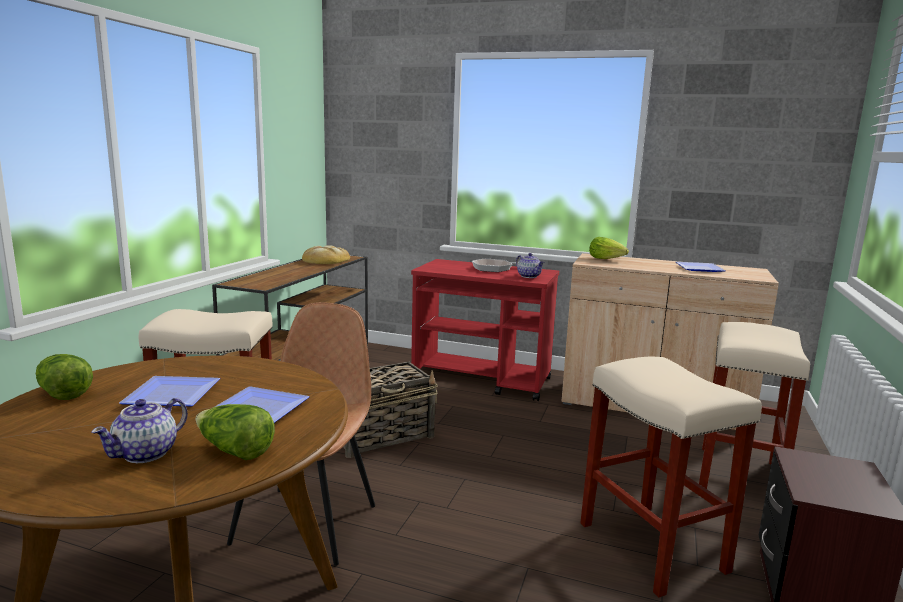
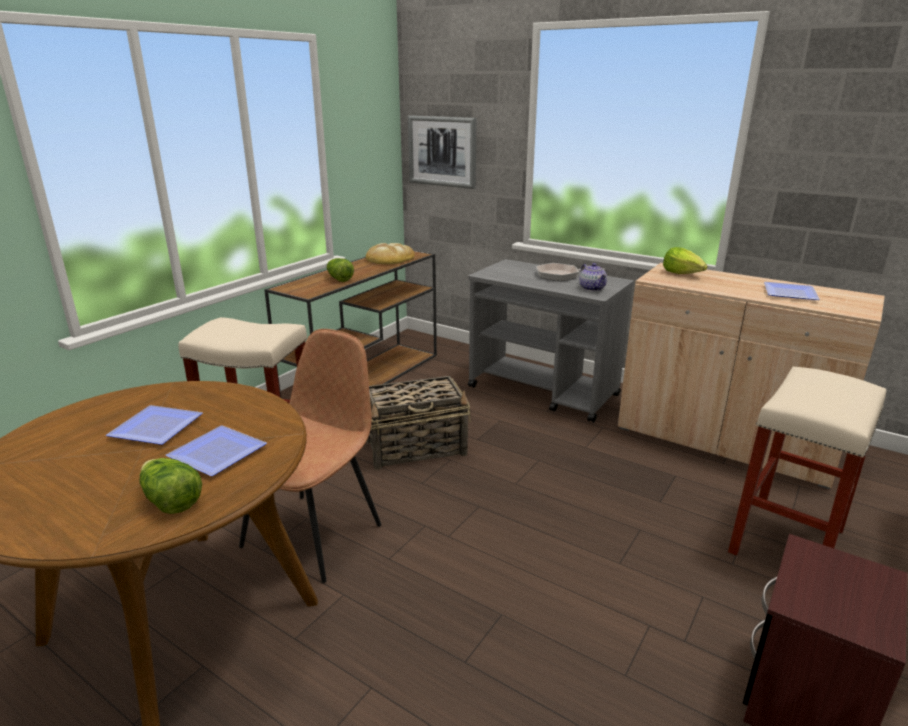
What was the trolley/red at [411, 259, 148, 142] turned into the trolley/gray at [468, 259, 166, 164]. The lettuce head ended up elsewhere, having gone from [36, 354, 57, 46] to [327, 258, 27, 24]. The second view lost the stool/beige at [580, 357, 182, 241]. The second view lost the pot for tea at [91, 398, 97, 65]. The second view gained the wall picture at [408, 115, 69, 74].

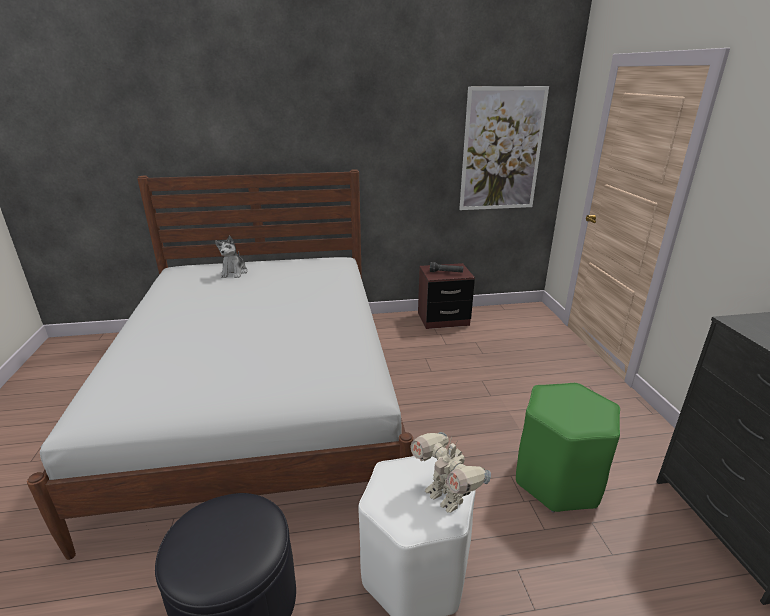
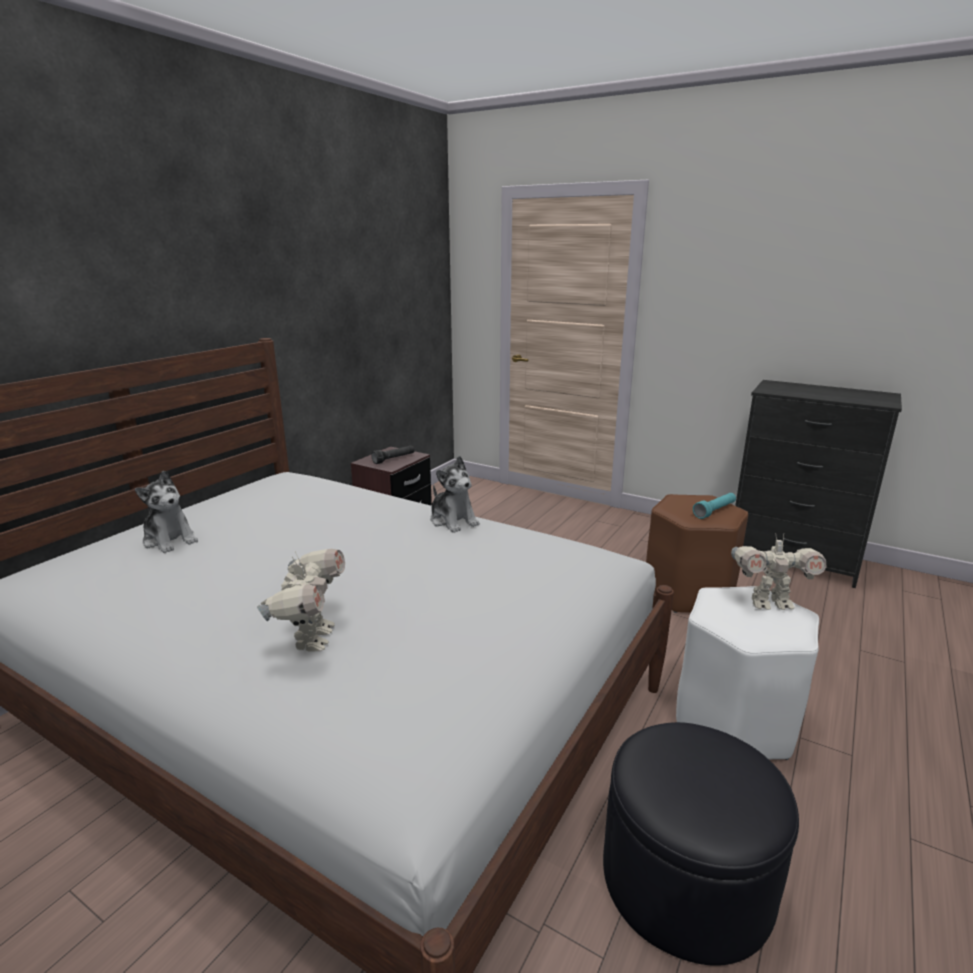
The second view lost the wall picture at [459, 86, 90, 124]. What was the stool/green-coloured at [516, 383, 104, 129] turned into the stool/brown at [646, 494, 102, 119]. The second view gained the soft toy at [431, 456, 49, 77]. The second view gained the hand torch/blue-green at [693, 493, 43, 26]. The second view gained the robot figure at [257, 549, 88, 103].

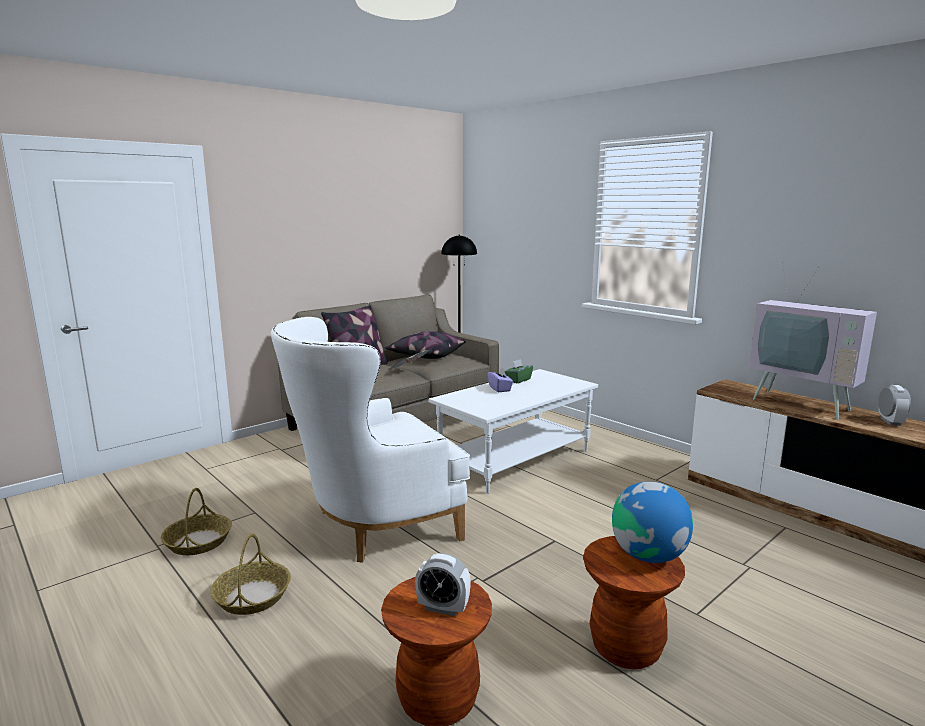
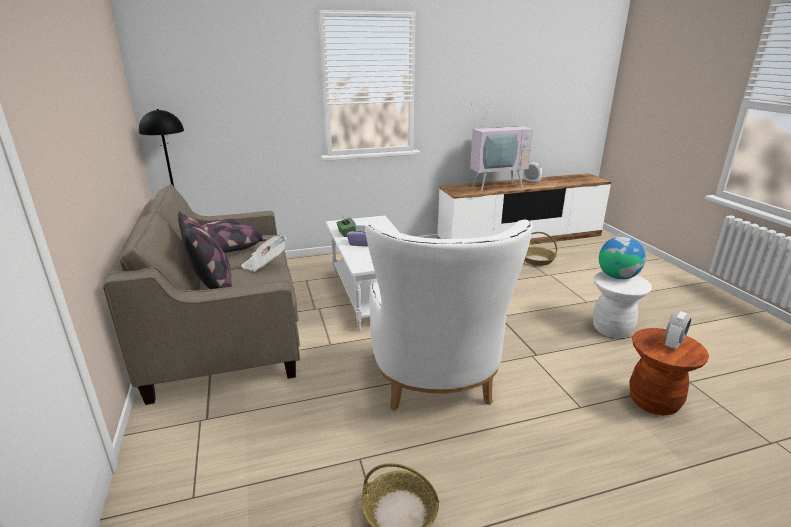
The basket ended up elsewhere, having gone from [210, 533, 81, 82] to [524, 232, 33, 34]. What was the stool/brown at [583, 536, 102, 133] turned into the stool/whitish at [593, 271, 59, 67].

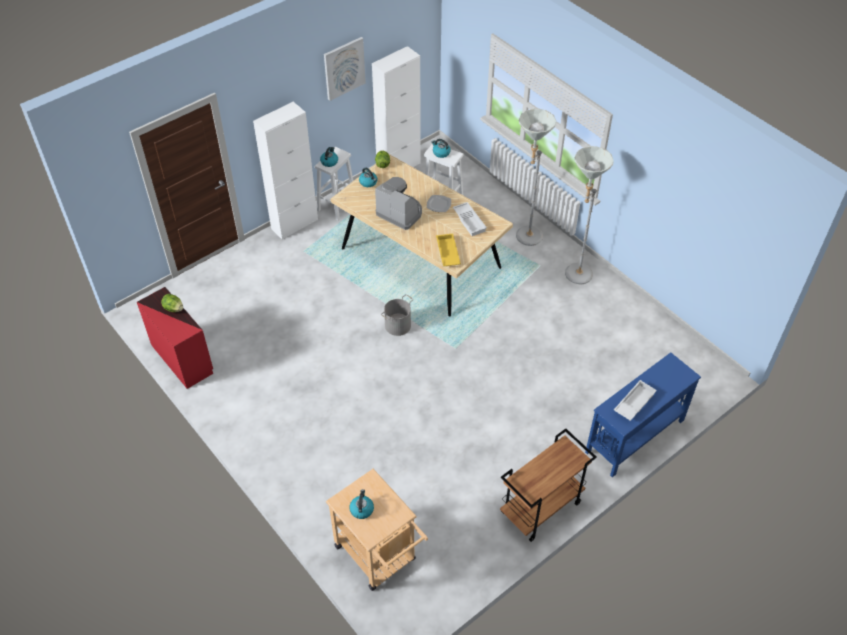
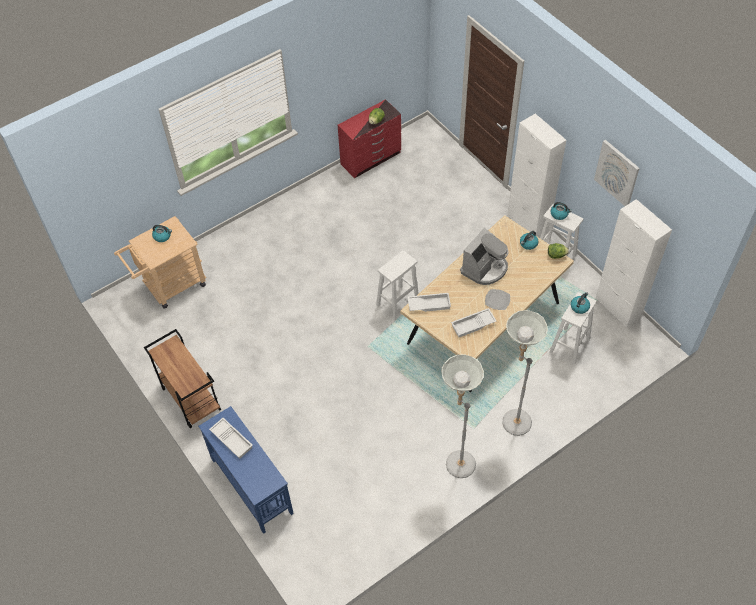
What was the carrying tray/yellow-coloured at [436, 233, 25, 33] turned into the carrying tray/whitish at [408, 293, 43, 19]. Where the water bucket/gray stood at [381, 294, 32, 42], the stool/whitish came to stand at [376, 250, 43, 71].

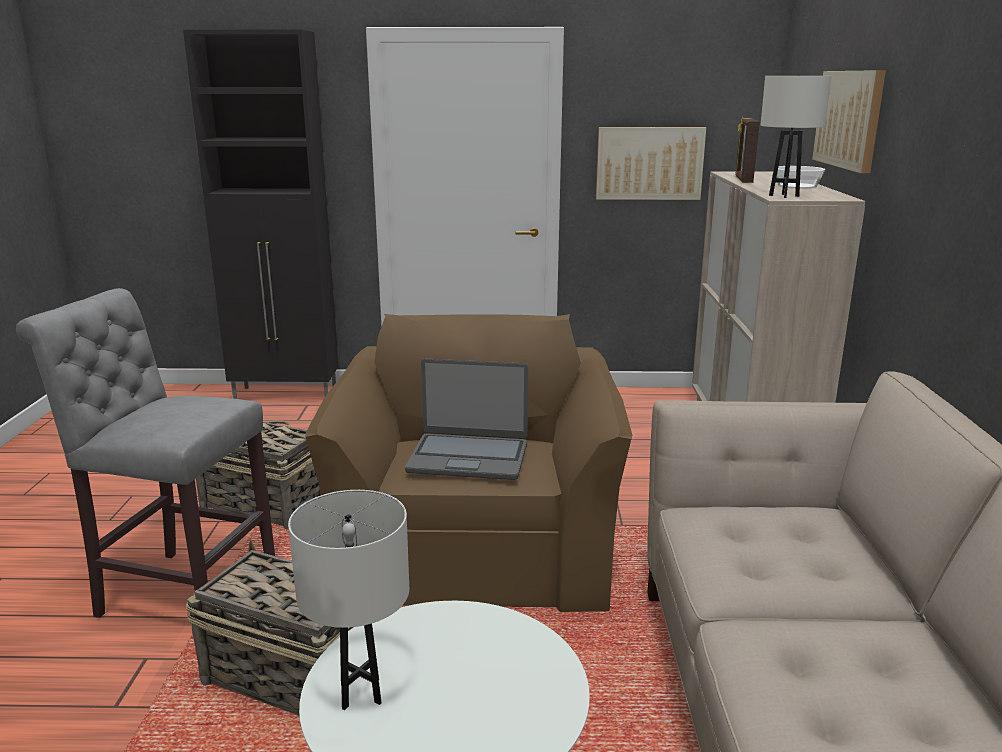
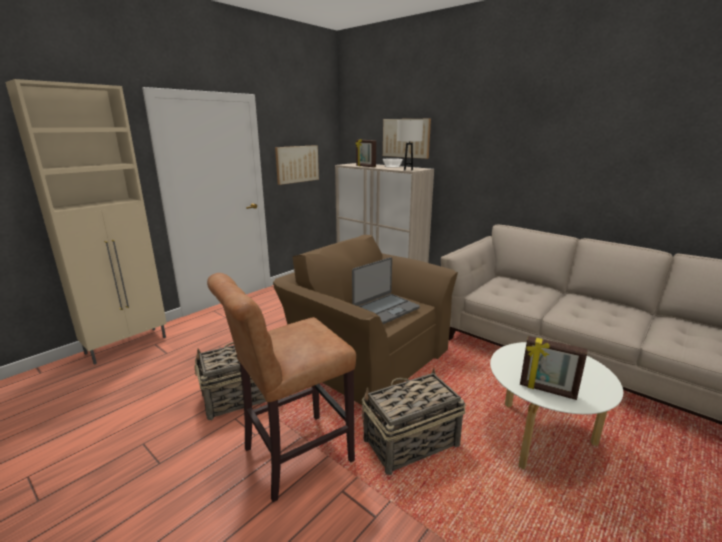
What was the cabinet/blackish at [183, 30, 155, 369] turned into the cabinet/beige at [5, 79, 162, 286]. What was the stool/gray at [16, 288, 259, 330] turned into the stool/brown at [207, 273, 149, 229]. Where the lamp for a table/whitish stood at [288, 490, 121, 220], the photo frame came to stand at [520, 336, 67, 64].

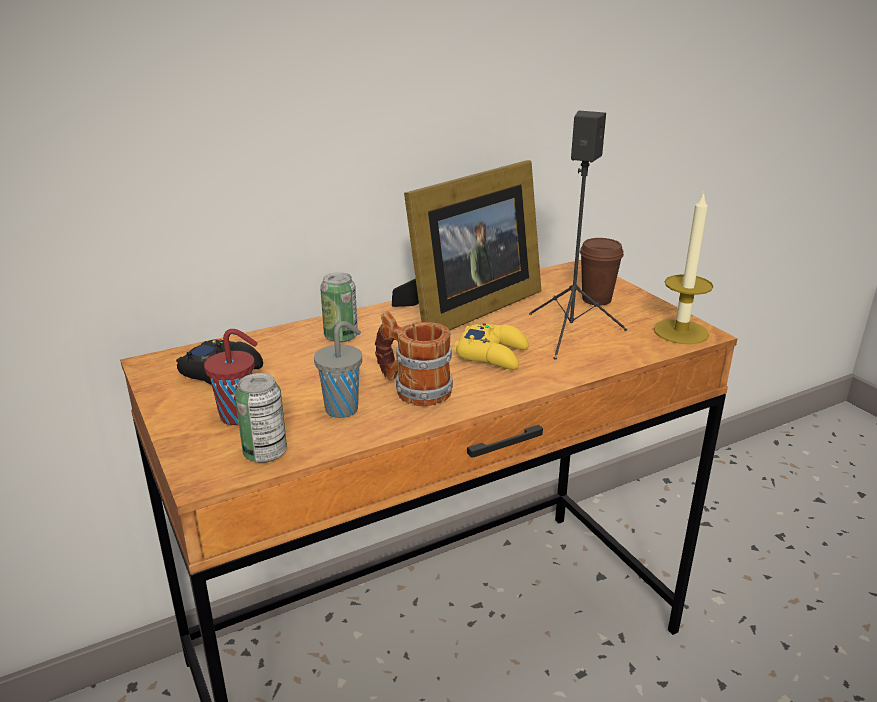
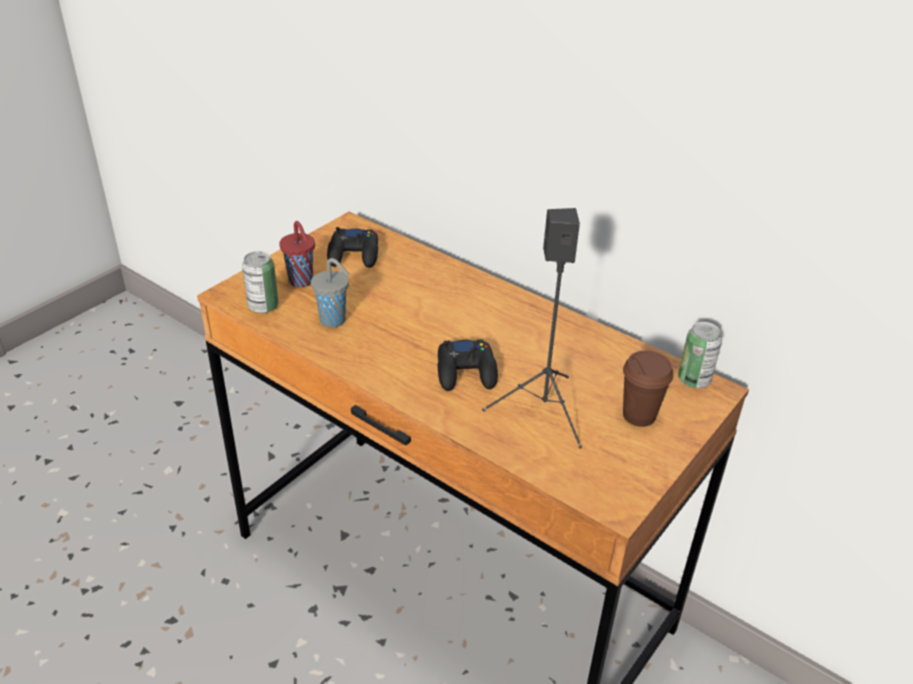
The second view lost the photo frame at [392, 160, 149, 170]. The second view lost the candle at [654, 191, 59, 153]. The sealed can ended up elsewhere, having gone from [320, 272, 38, 71] to [678, 322, 44, 66]. The second view lost the tea mug at [375, 311, 78, 96]. What was the gamepad/yellow-coloured at [454, 323, 75, 47] turned into the gamepad/blackish at [438, 339, 60, 52].

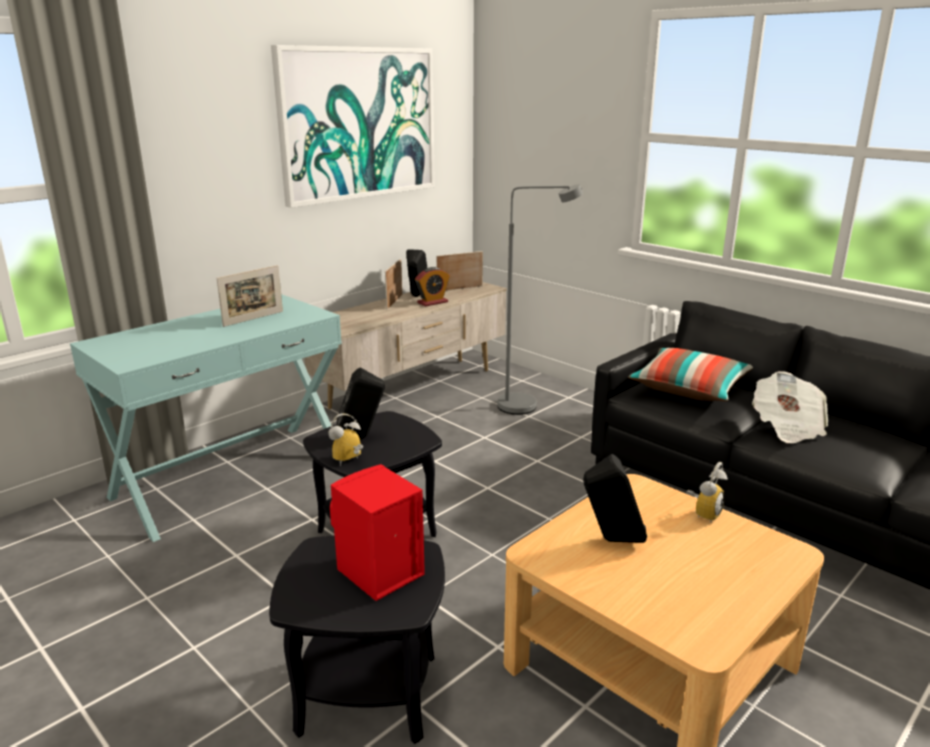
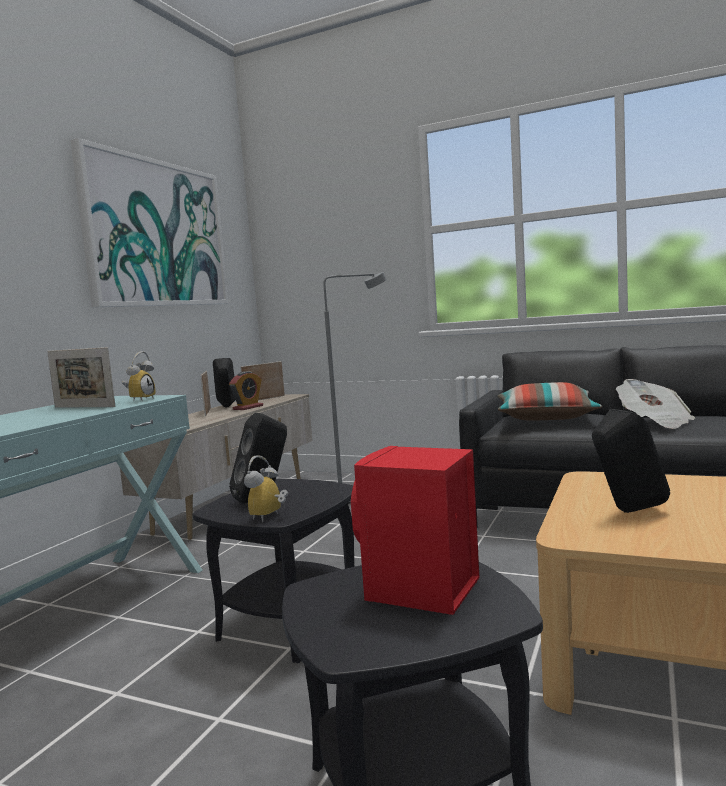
The photo frame at [217, 265, 66, 62] ended up facing another way, 90 degrees clockwise from before. The alarm clock ended up elsewhere, having gone from [687, 462, 41, 60] to [122, 351, 33, 51].

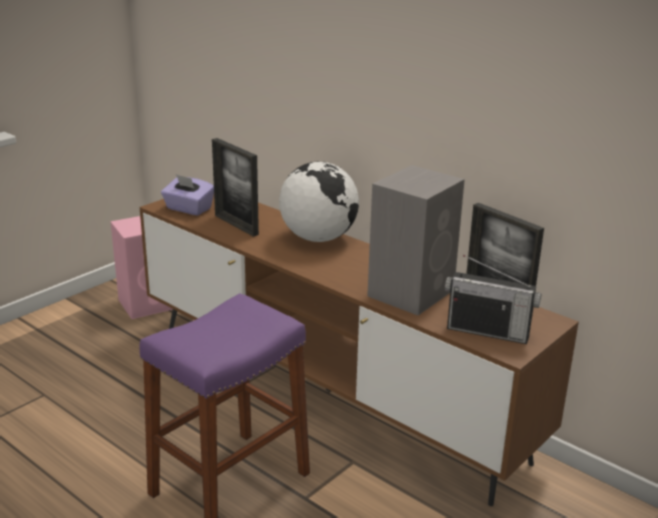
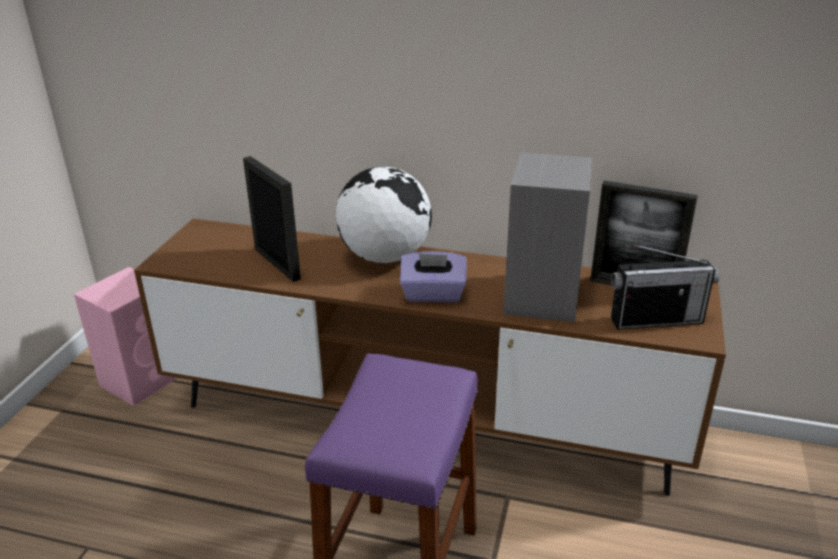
The photo frame at [212, 138, 47, 99] ended up facing another way, 150 degrees counterclockwise from before. The box of tissues/purple-coloured ended up elsewhere, having gone from [161, 174, 53, 42] to [400, 251, 66, 51].

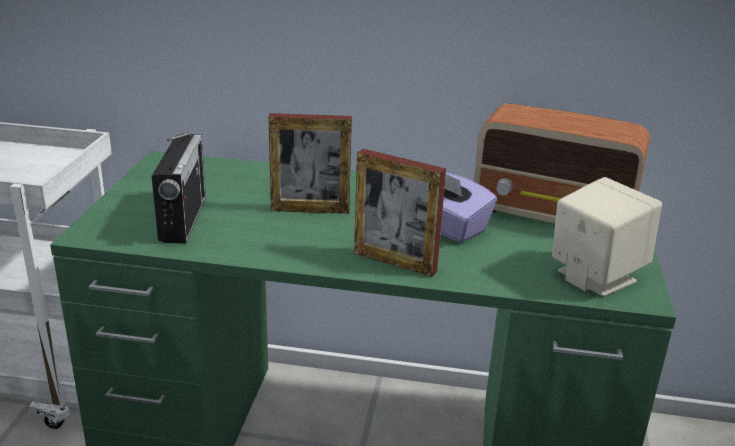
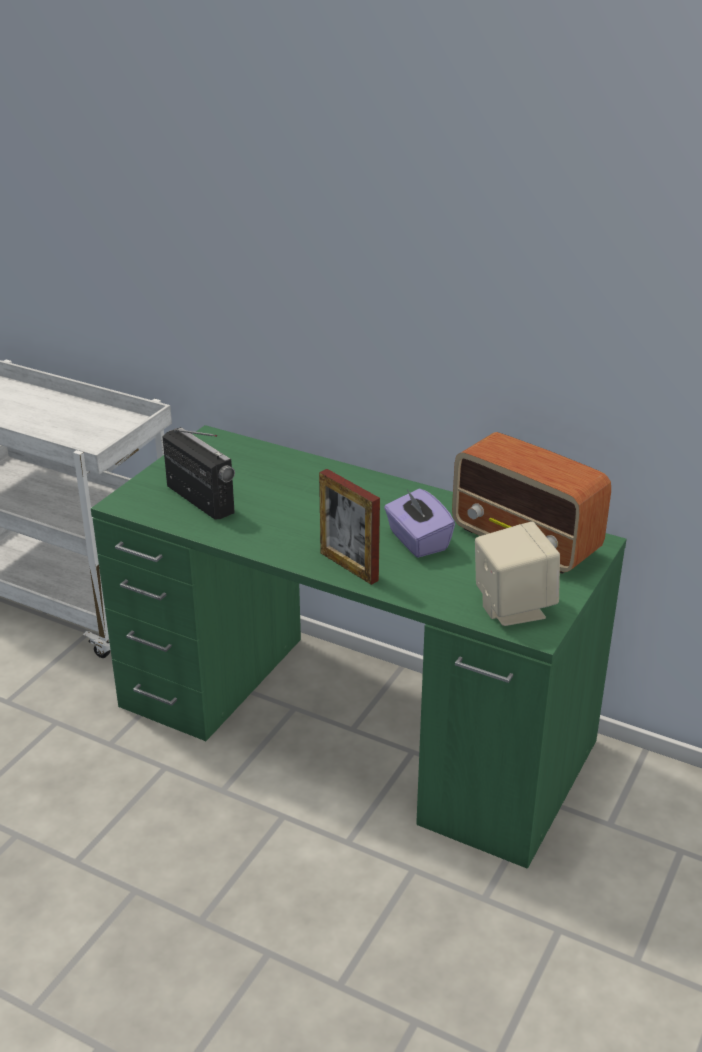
The second view lost the photo frame at [269, 113, 83, 101]. The radio receiver at [152, 132, 54, 112] ended up facing another way, 60 degrees counterclockwise from before.

